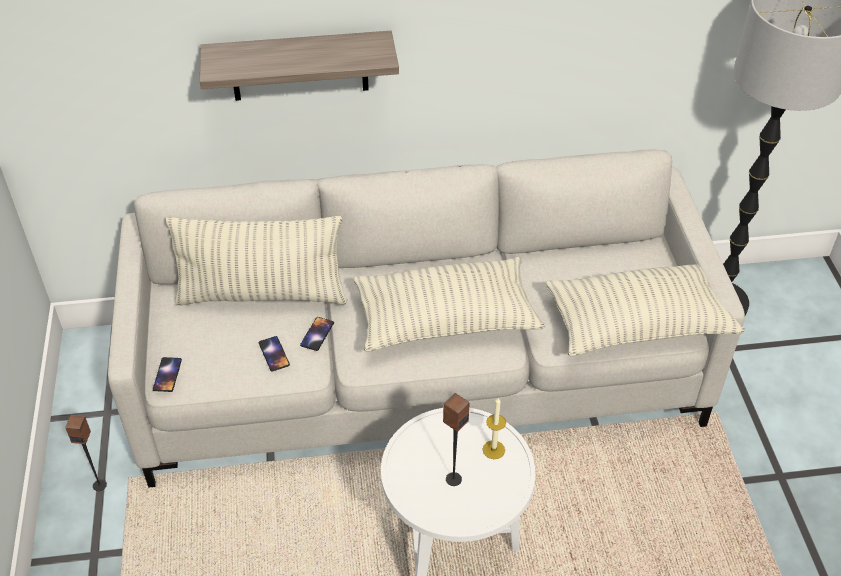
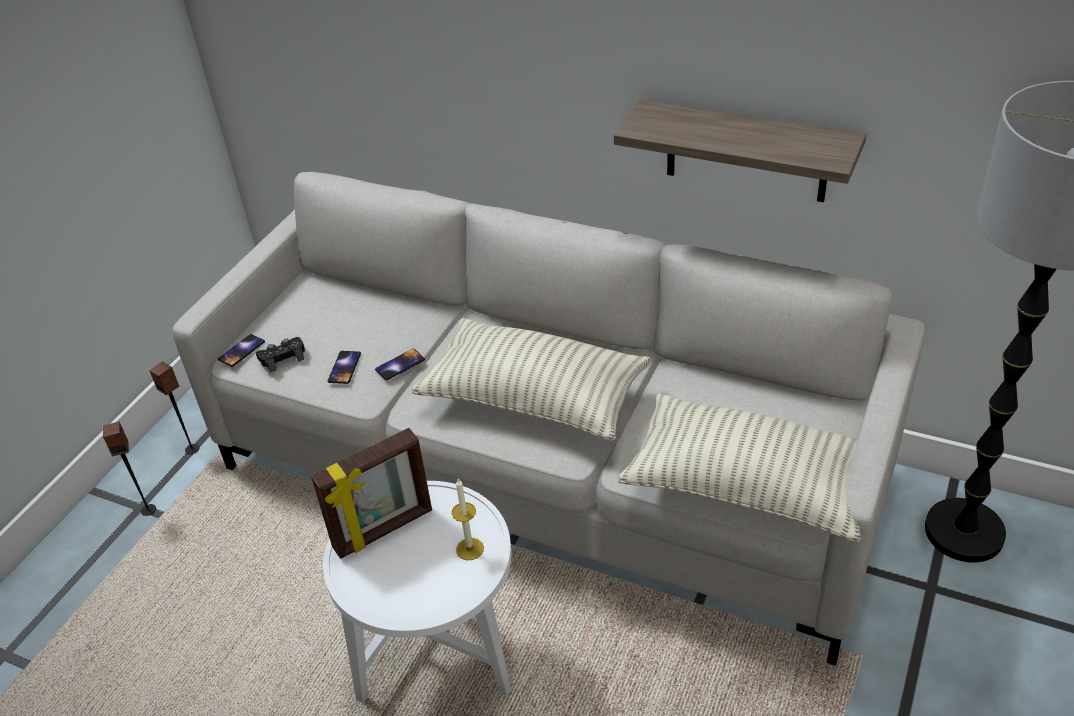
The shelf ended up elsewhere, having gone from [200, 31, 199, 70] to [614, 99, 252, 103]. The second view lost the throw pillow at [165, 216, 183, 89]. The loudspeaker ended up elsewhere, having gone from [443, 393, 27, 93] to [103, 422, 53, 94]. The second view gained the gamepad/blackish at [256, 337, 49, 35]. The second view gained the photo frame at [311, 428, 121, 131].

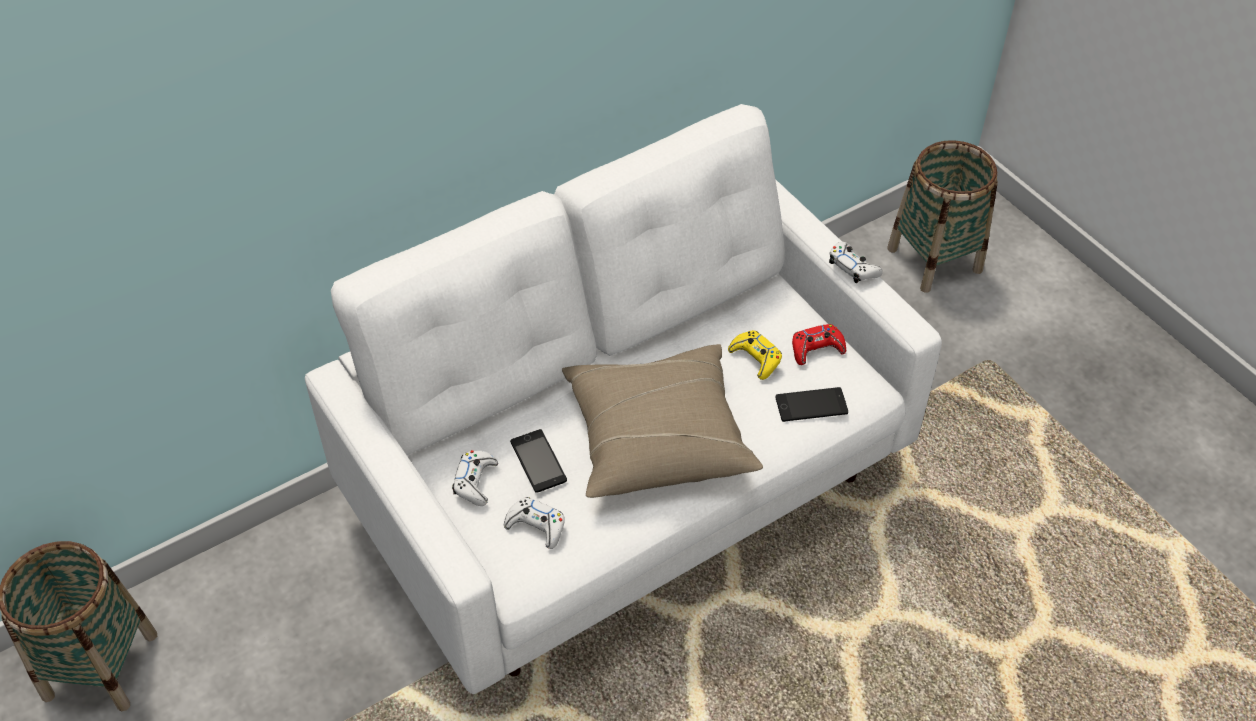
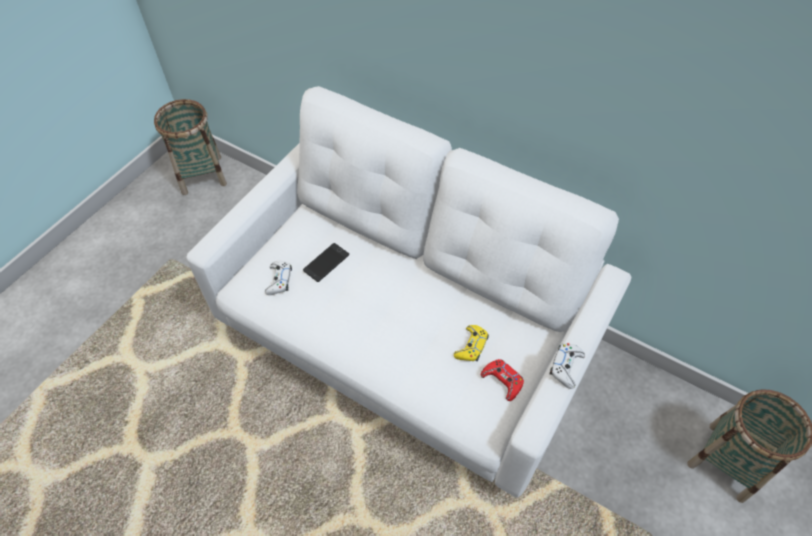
The second view lost the throw pillow/beige at [562, 344, 201, 154]. The second view lost the phone at [776, 387, 72, 35]. The second view lost the gamepad/whitish at [452, 450, 46, 56].

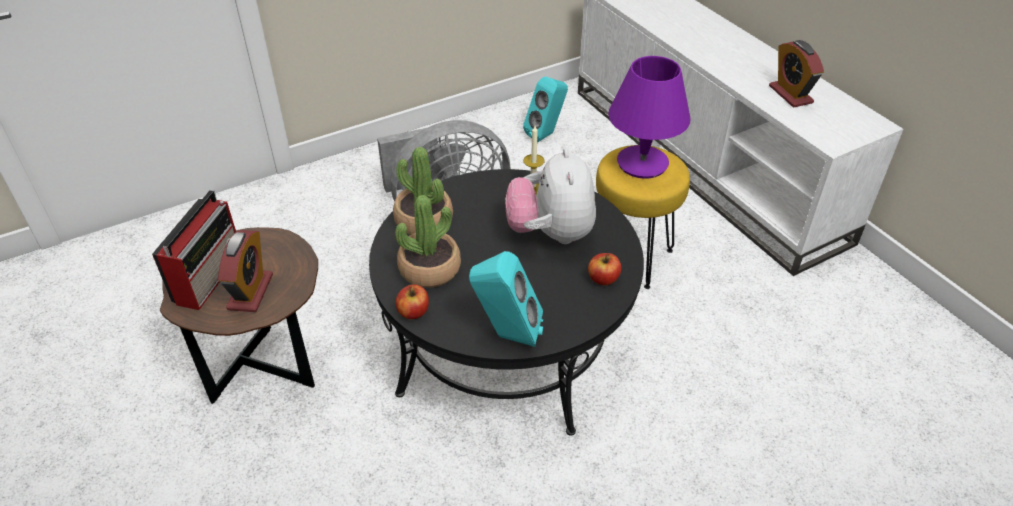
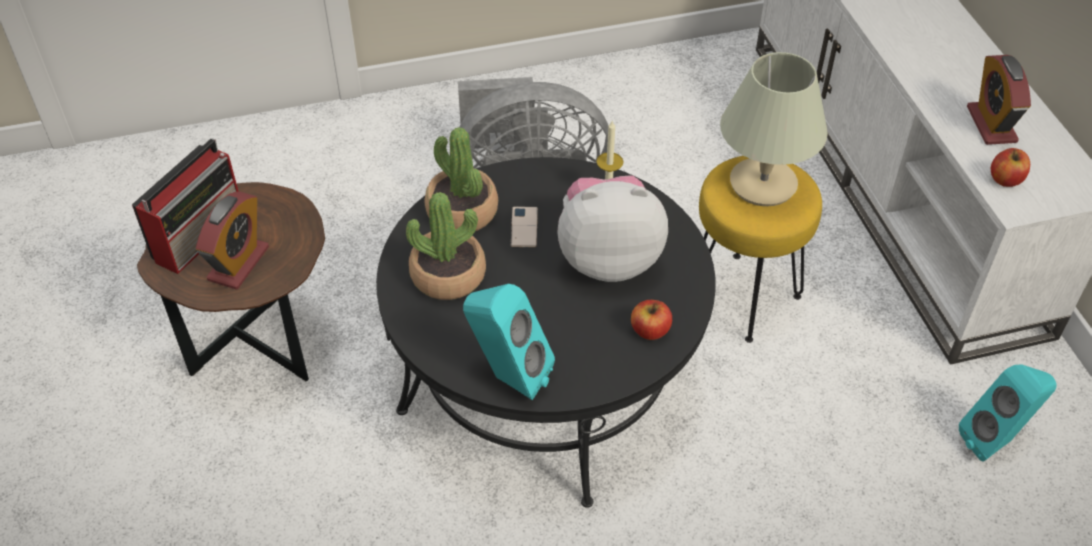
What was the lamp for a table/purple-coloured at [608, 56, 83, 123] turned into the lamp for a table/beige at [720, 52, 108, 154]. The loudspeaker/blue-green ended up elsewhere, having gone from [523, 76, 45, 66] to [959, 364, 98, 98]. The soft toy at [505, 148, 91, 96] ended up facing another way, 75 degrees clockwise from before. The apple fruit ended up elsewhere, having gone from [396, 284, 33, 35] to [991, 148, 39, 39]. The second view gained the phone at [511, 207, 27, 40].

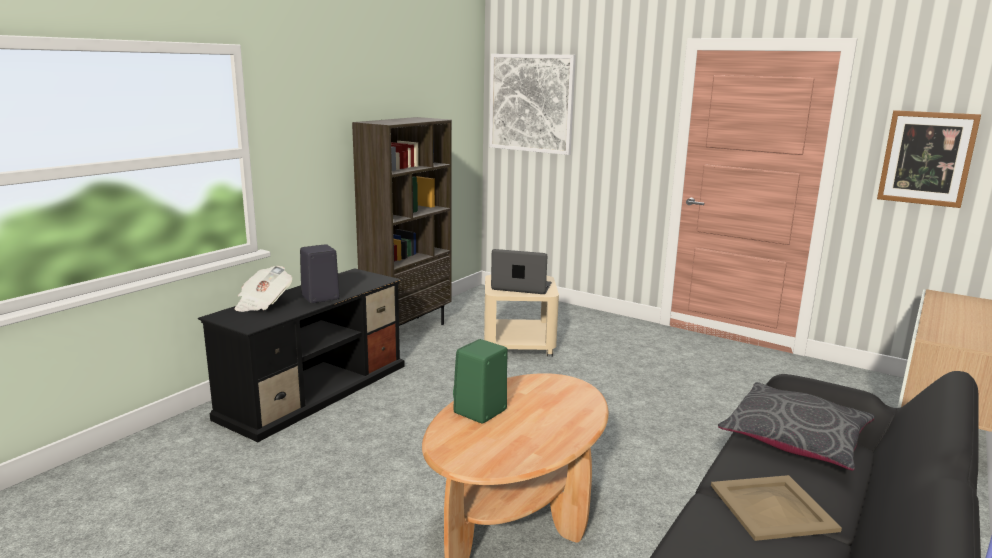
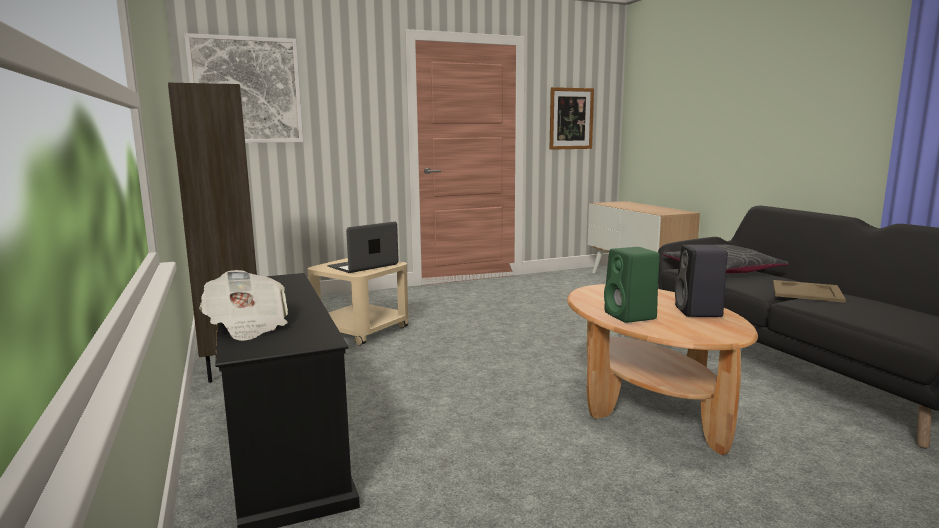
The loudspeaker/blackish ended up elsewhere, having gone from [300, 244, 40, 59] to [675, 245, 53, 72].

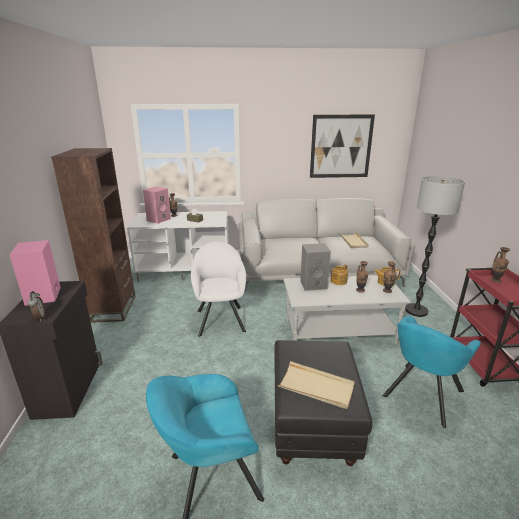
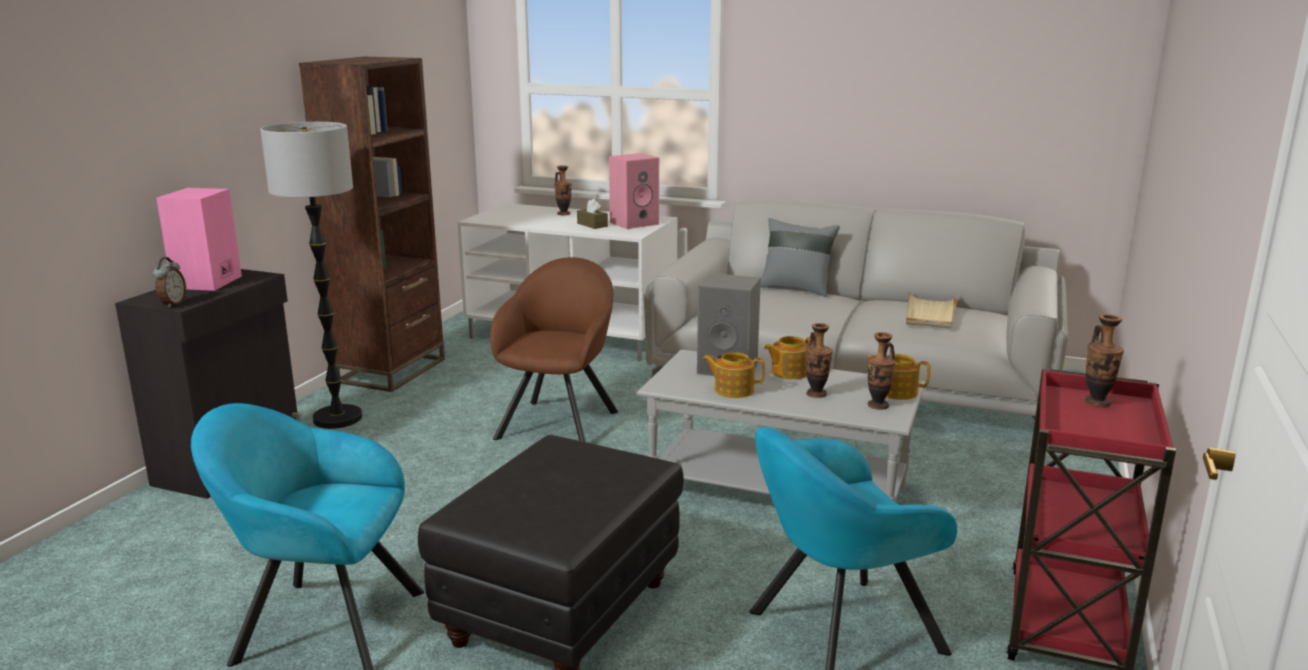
The second view lost the wall picture at [310, 114, 65, 64]. The floor lamp ended up elsewhere, having gone from [405, 176, 60, 141] to [260, 122, 102, 307]. The loudspeaker/pinkish ended up elsewhere, having gone from [143, 186, 28, 38] to [609, 153, 50, 76]. What was the lounge chair/whitish at [191, 242, 55, 95] turned into the lounge chair/brown at [490, 257, 128, 185]. The second view lost the carrying tray/beige at [278, 361, 77, 48]. The second view gained the throw pillow/gray at [760, 218, 80, 79]. The second view gained the pot for tea at [702, 352, 63, 46].

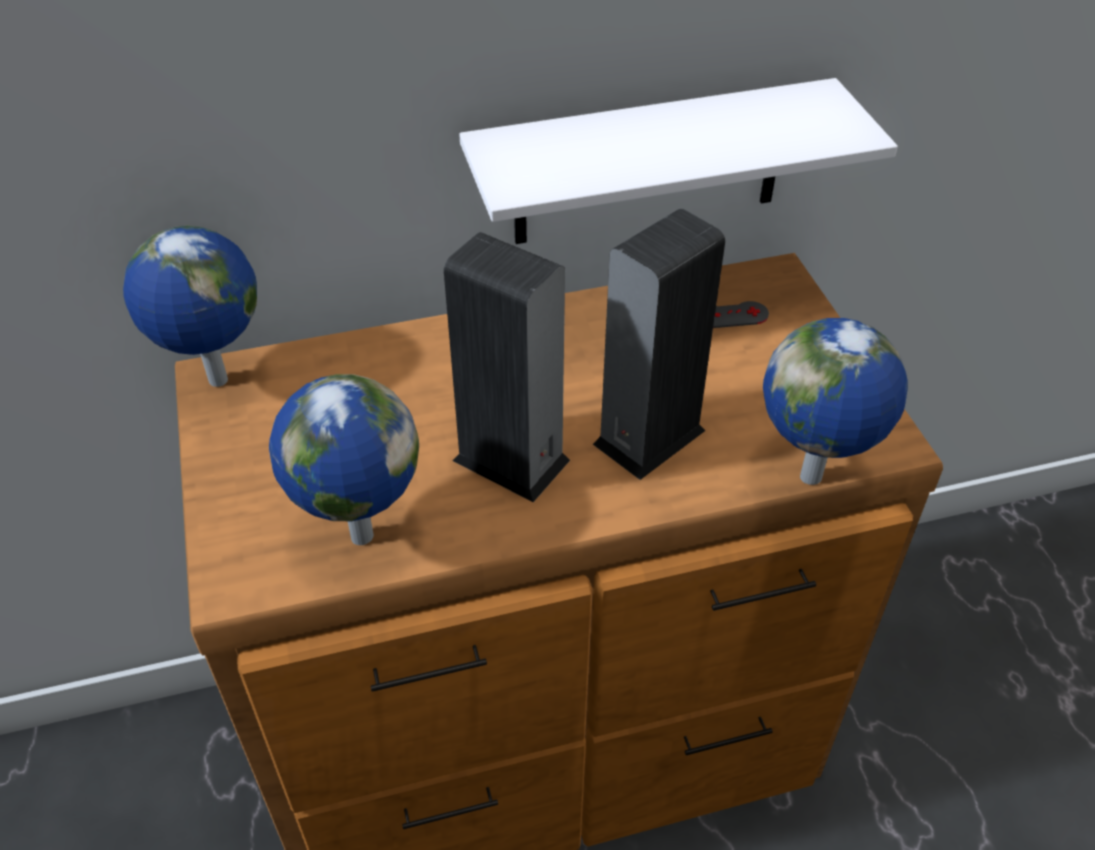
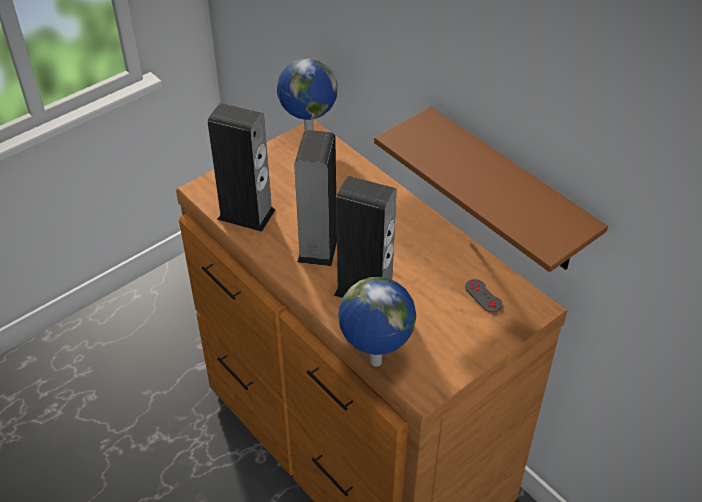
What was the shelf/whitish at [459, 78, 439, 166] turned into the shelf/brown at [374, 107, 234, 165]. Where the world globe stood at [269, 374, 150, 171], the loudspeaker came to stand at [208, 103, 67, 129].

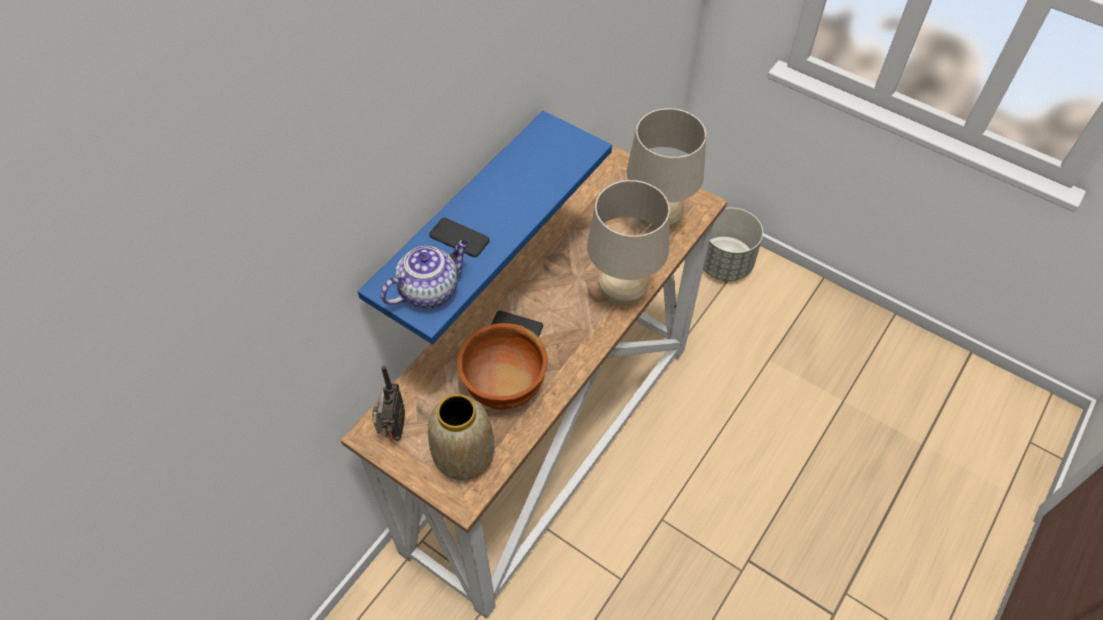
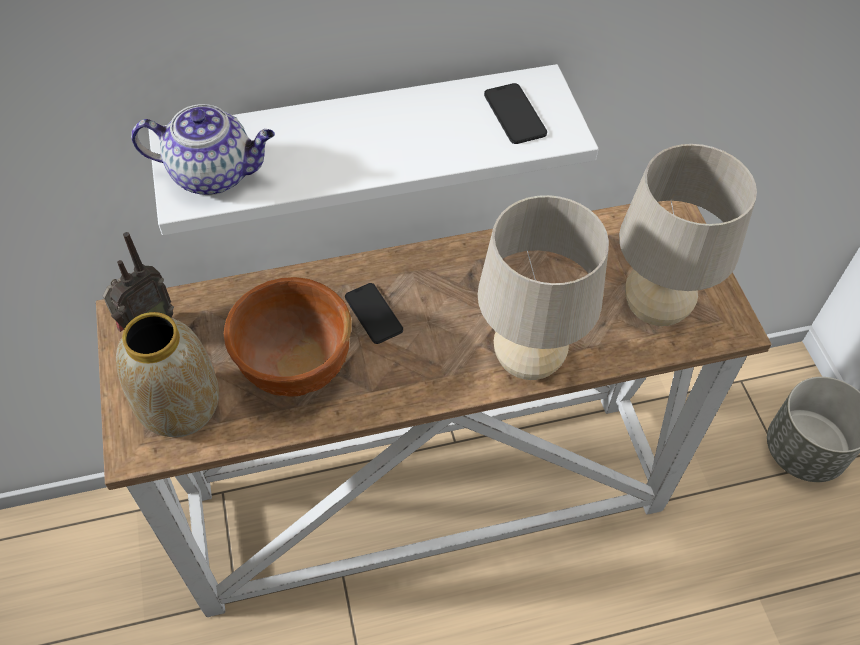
What was the shelf/bluish at [358, 111, 254, 233] turned into the shelf/whitish at [148, 64, 450, 171]. The phone ended up elsewhere, having gone from [429, 218, 61, 39] to [484, 83, 63, 61].

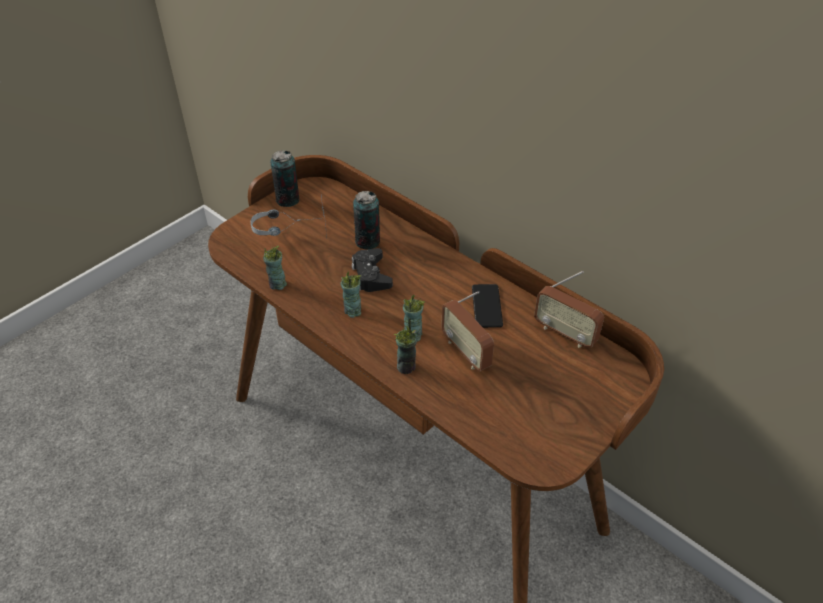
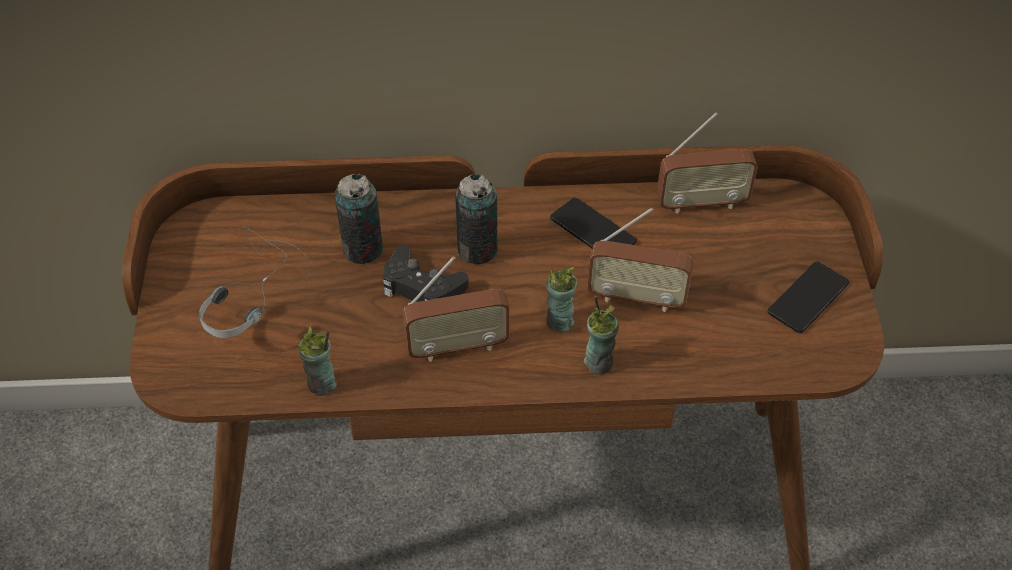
The sealed can ended up elsewhere, having gone from [270, 150, 29, 57] to [455, 174, 43, 90]. Where the cup stood at [341, 272, 20, 46], the radio receiver came to stand at [402, 256, 108, 106]. The second view gained the phone at [768, 261, 81, 72].

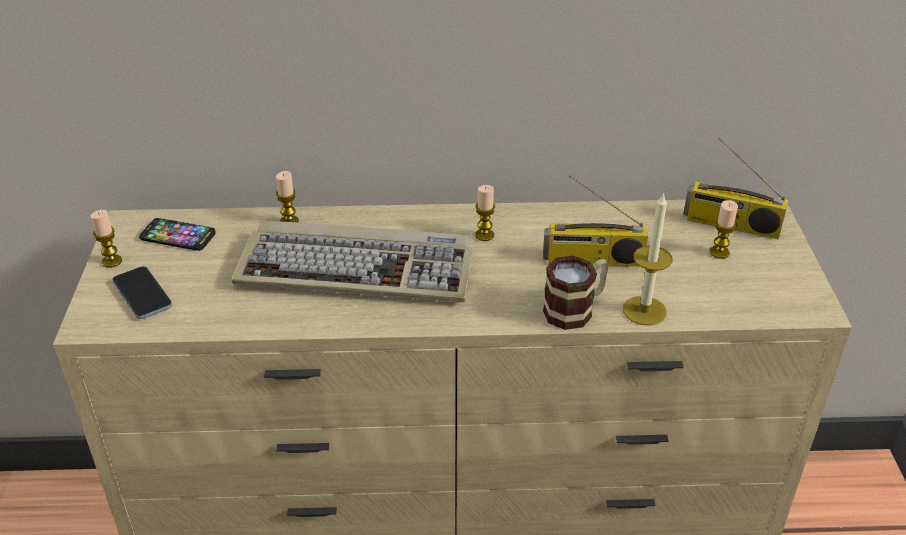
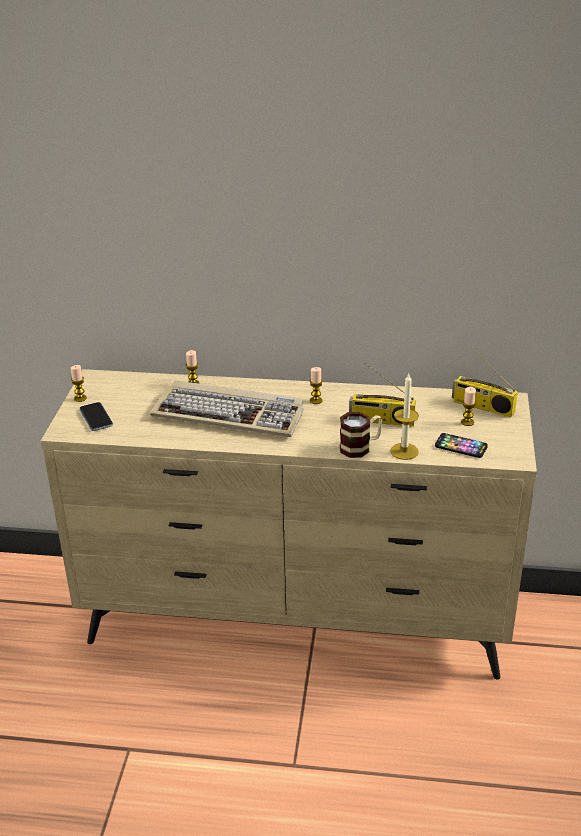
The phone ended up elsewhere, having gone from [139, 218, 77, 33] to [435, 433, 53, 25].

